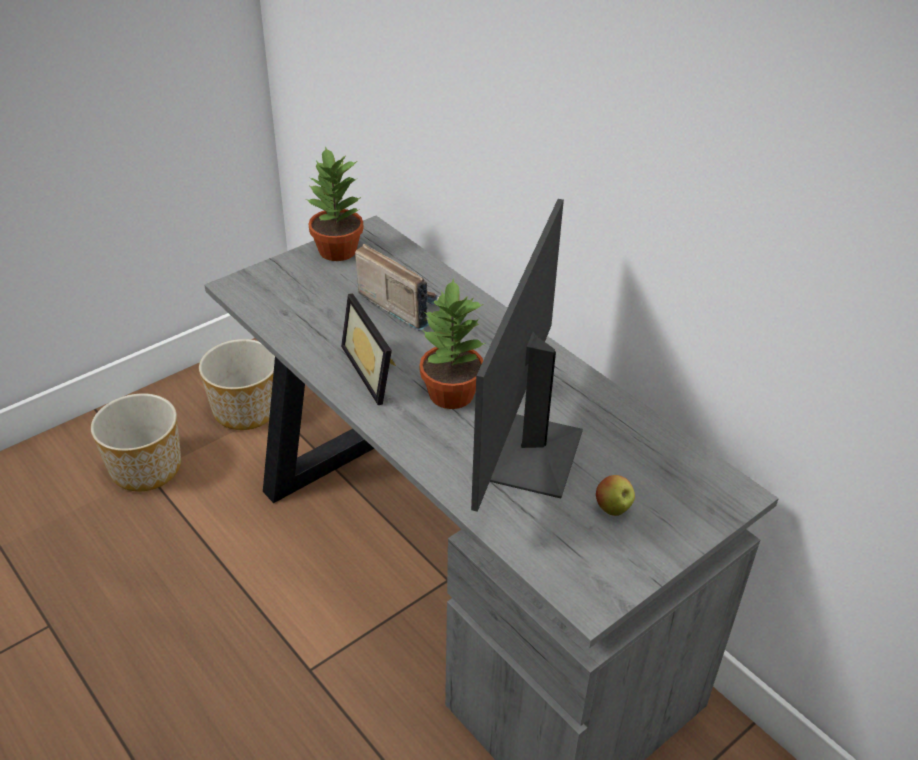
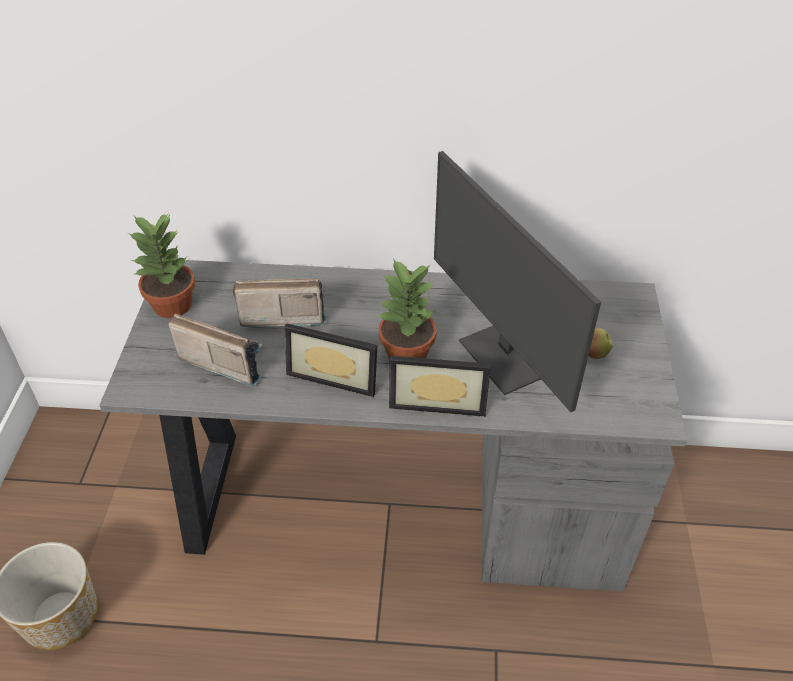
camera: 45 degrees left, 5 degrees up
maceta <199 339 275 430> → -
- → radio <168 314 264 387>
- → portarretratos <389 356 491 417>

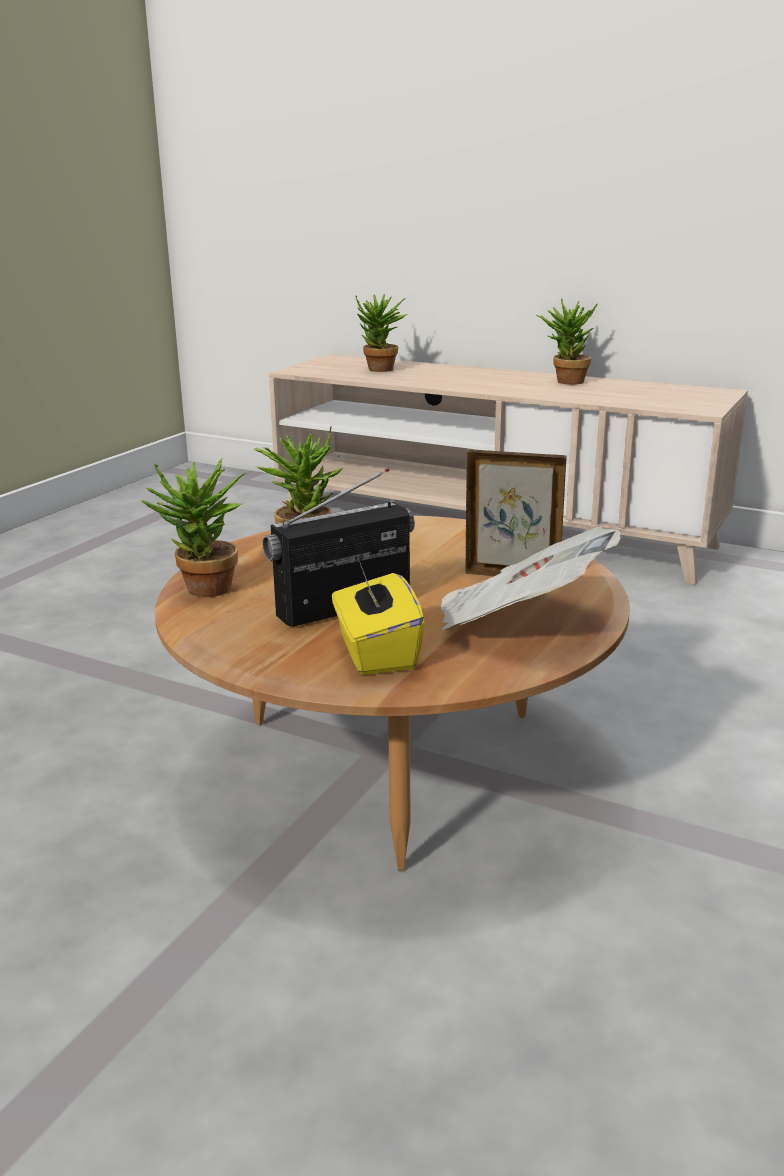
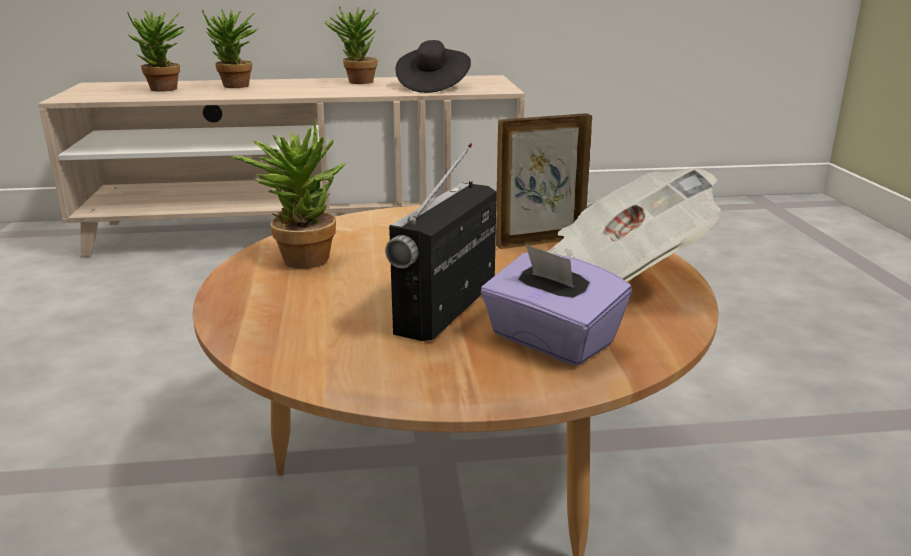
camera: 35 degrees left, 0 degrees up
planta en maceta <141 457 246 597> → planta en maceta <202 9 258 88>, shifted
caja de pañuelos/amarillo <332 563 425 675> → caja de pañuelos/morado <480 243 632 366>
- → sombrero/negro <396 40 471 93>

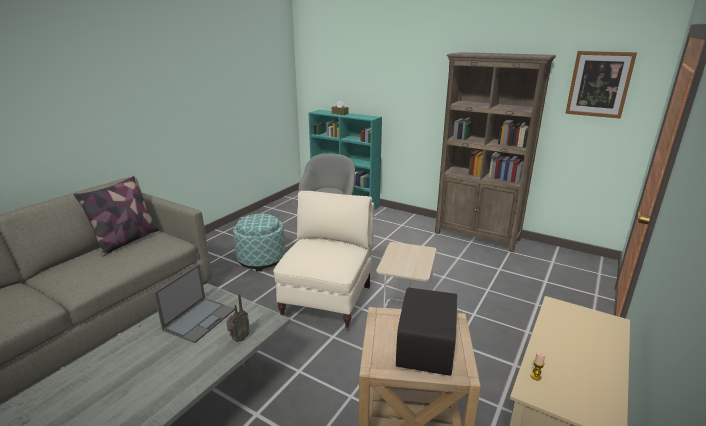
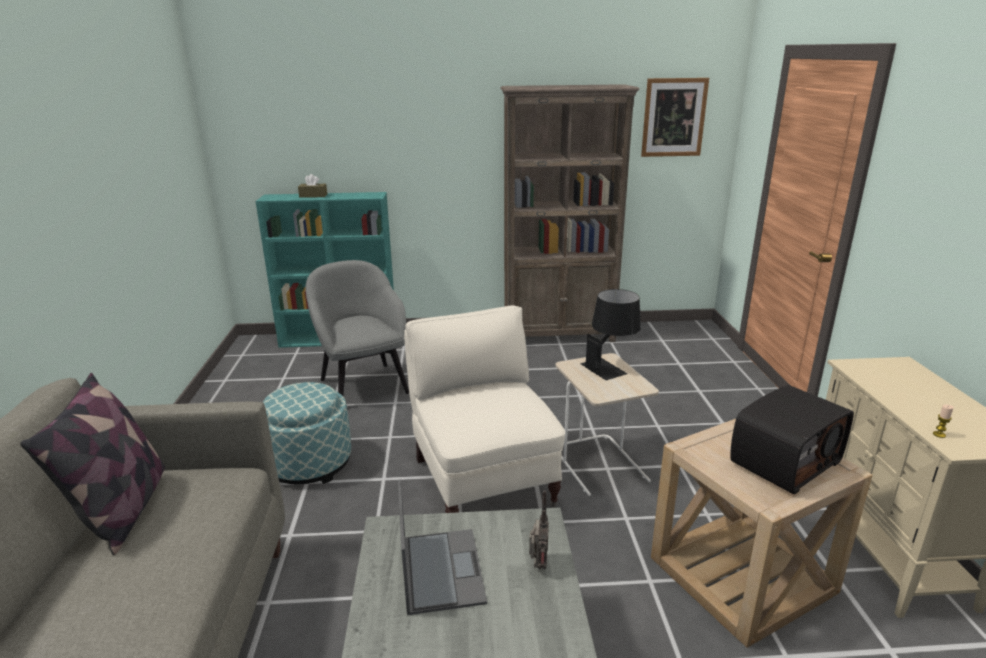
camera: 35 degrees left, 0 degrees up
radio <396 287 457 376> → radio <730 385 854 494>, 105 degrees counterclockwise
- → lámpara de mesa/negro <580 289 641 380>

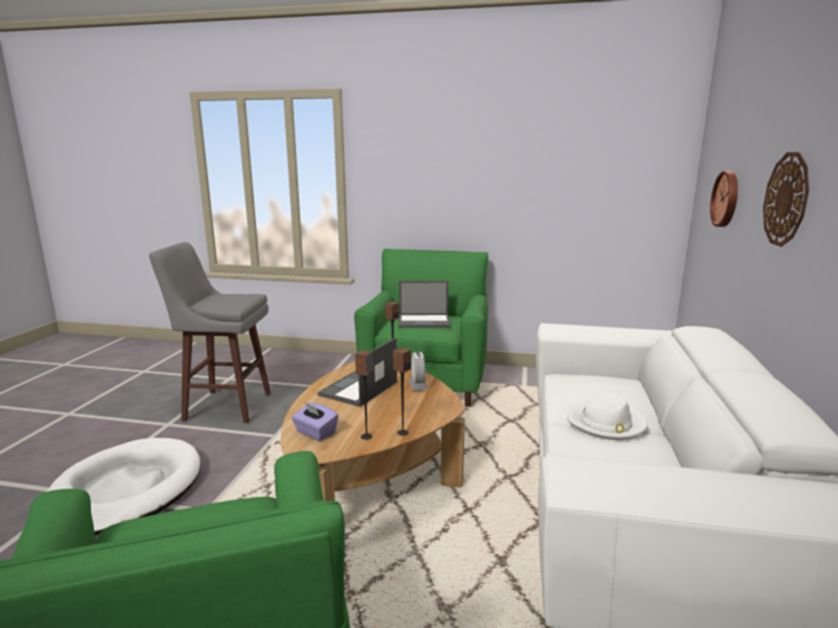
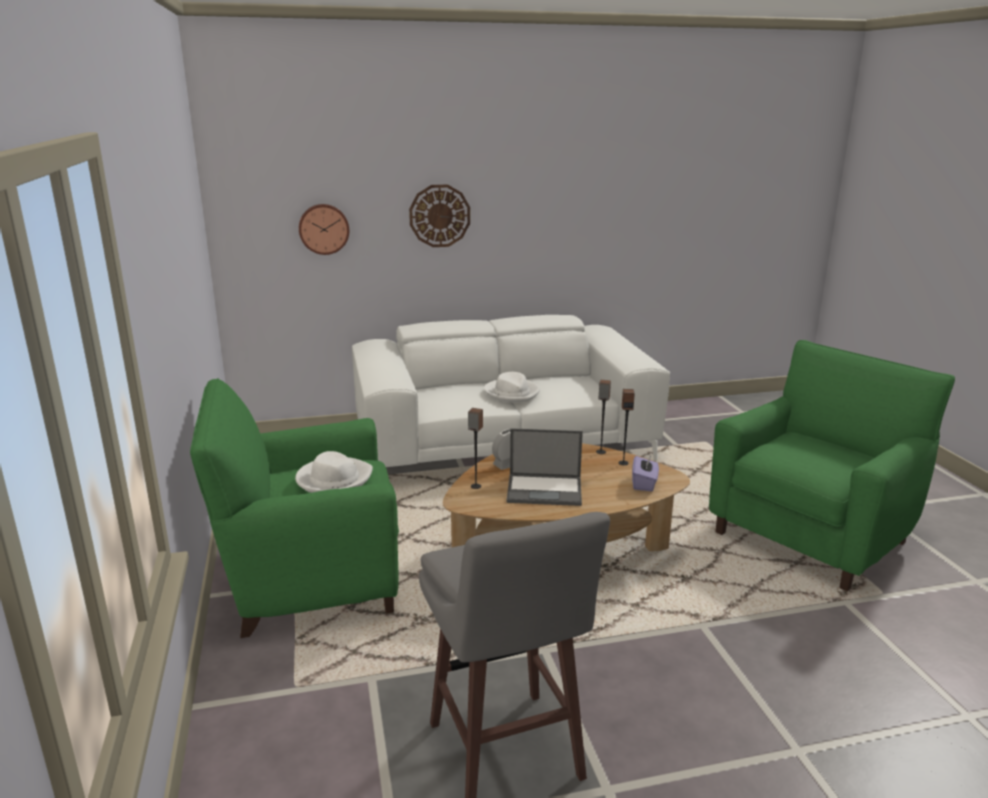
camera: 115 degrees left, 5 degrees up
cama para perro/blanco <47 438 200 535> → -
portátil <398 281 450 328> → sombrero/blanco <295 451 373 493>

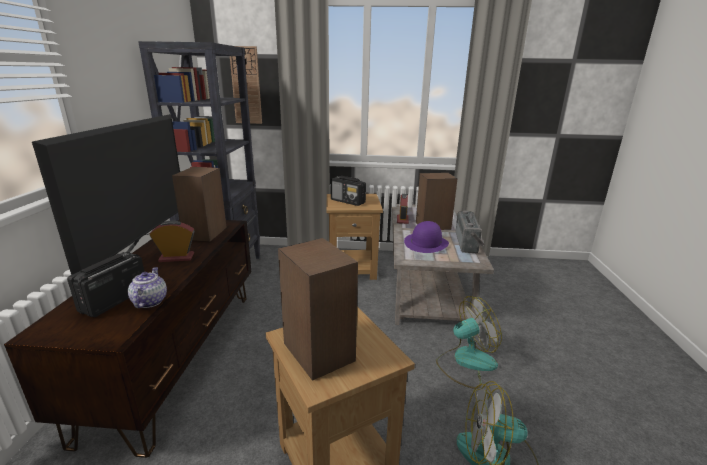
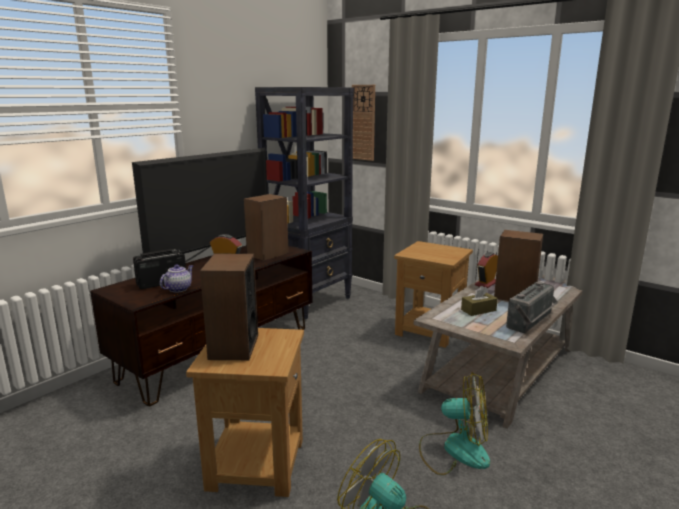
camera: 35 degrees right, 5 degrees down
radio <331 176 366 206> → -
sombrero/morado <404 221 449 253> → caja de pañuelos/marrón <461 286 498 316>

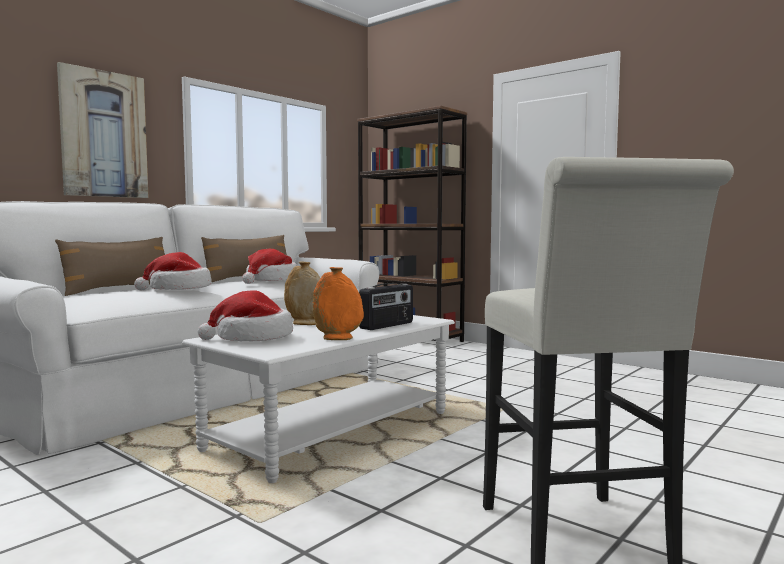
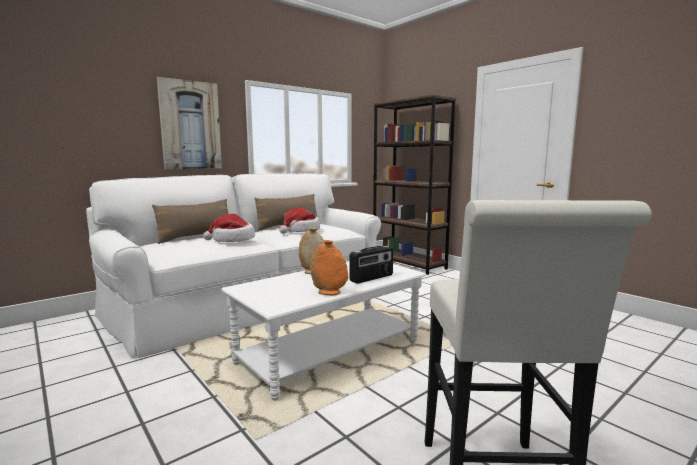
camera: 10 degrees right, 5 degrees up
sombrero <198 290 293 341> → -

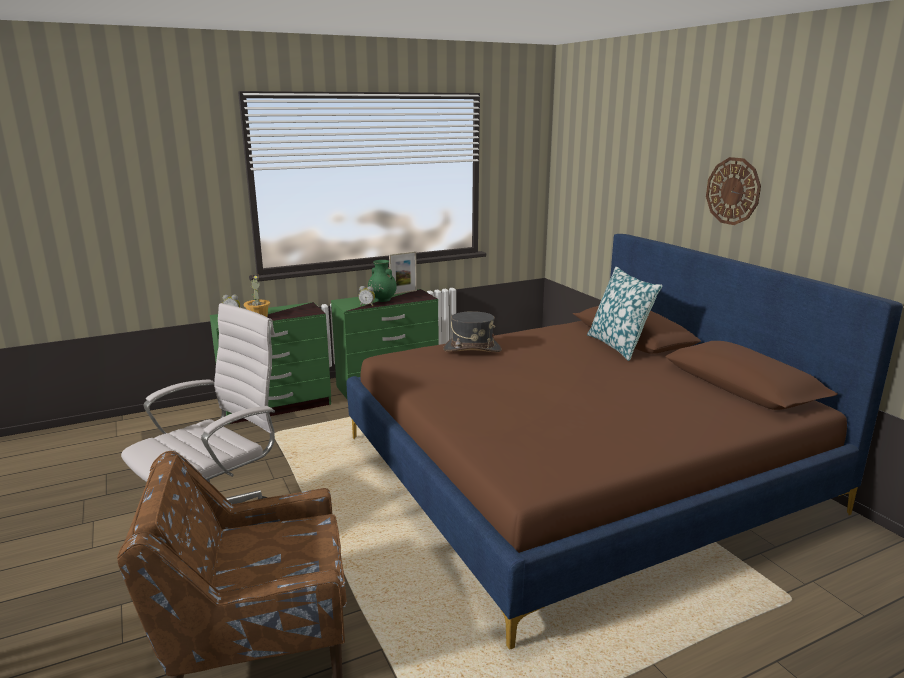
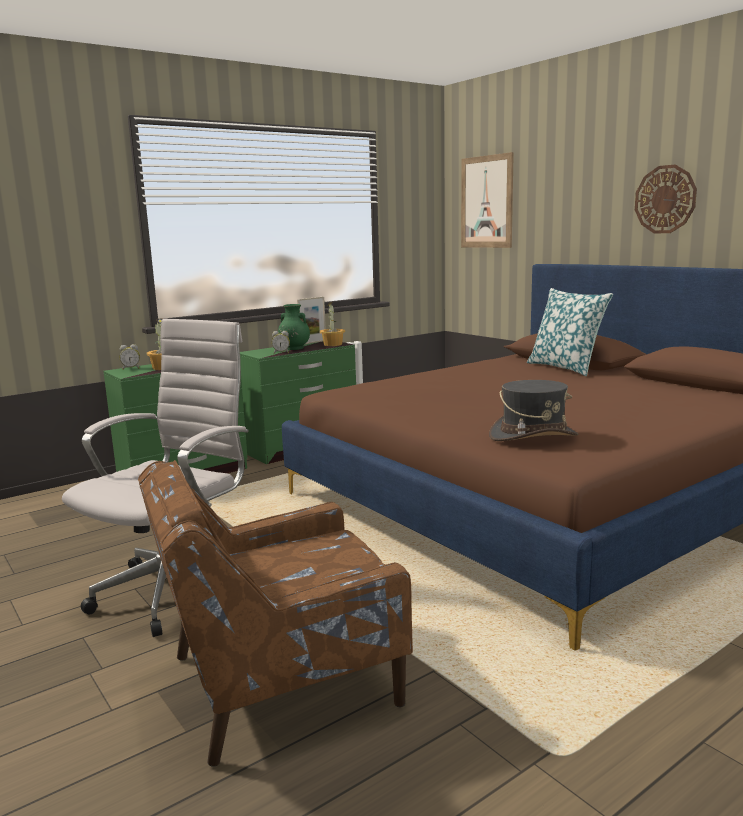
camera: 10 degrees left, 5 degrees down
sombrero/gris <443 311 502 352> → sombrero/gris <489 380 578 441>, shifted
- → planta en maceta <320 302 345 346>
- → cuadro <461 152 514 248>

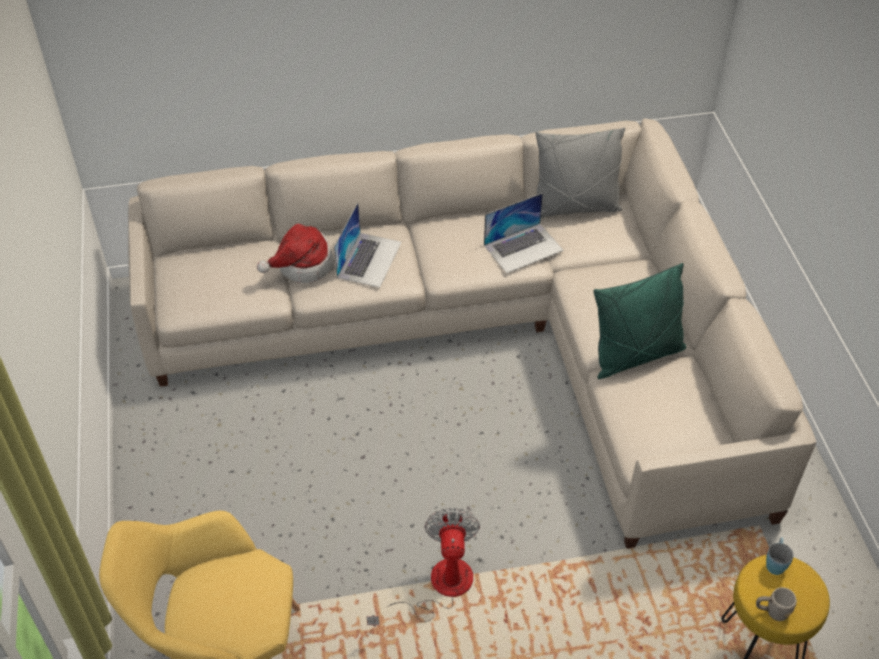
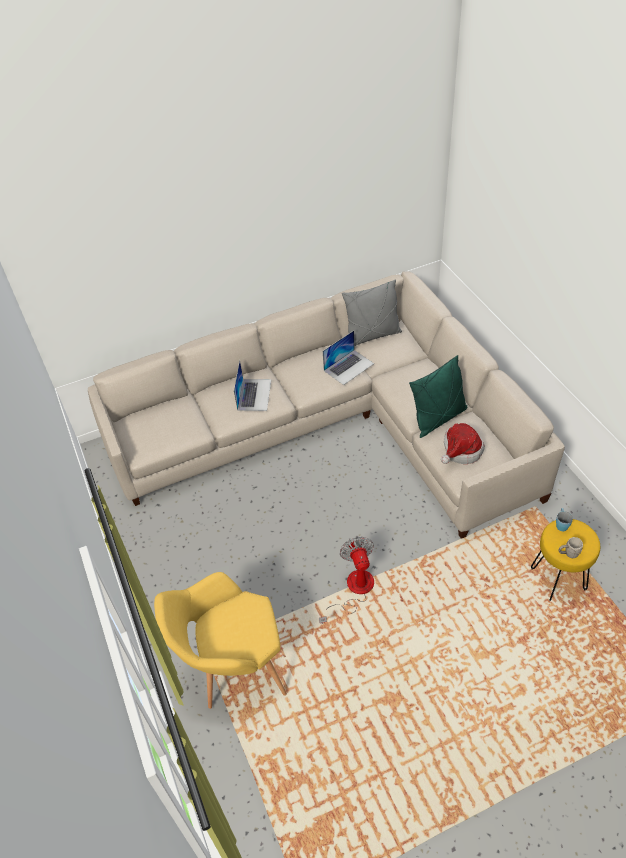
camera: 10 degrees left, 0 degrees up
sombrero <257 224 335 283> → sombrero <441 423 485 464>, shifted

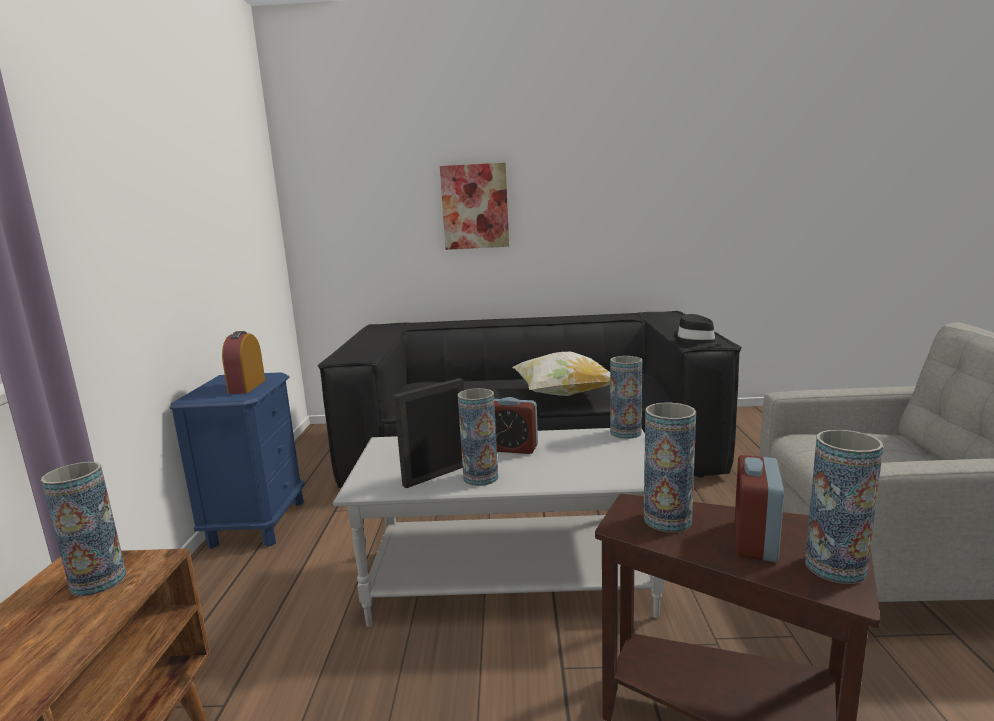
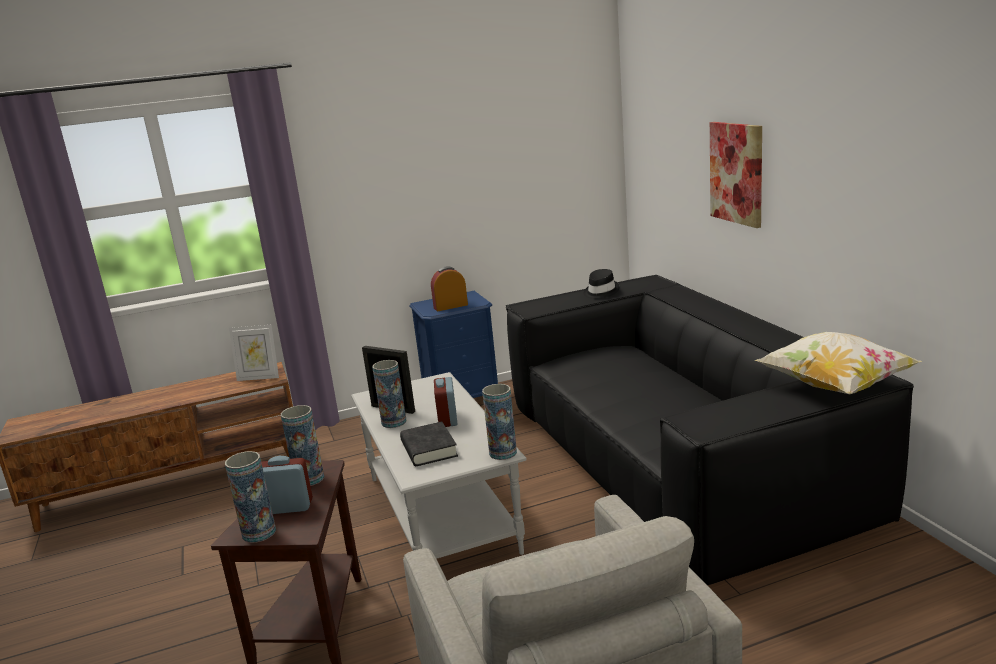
camera: 70 degrees right, 5 degrees up
florero <41 462 126 596> → portarretratos <229 325 279 381>
cojín <512 352 610 396> → cojín <754 332 922 394>, shifted
sombrero/negro <673 314 721 346> → sombrero/negro <584 269 620 299>, shifted
- → libro/negro <400 421 458 466>

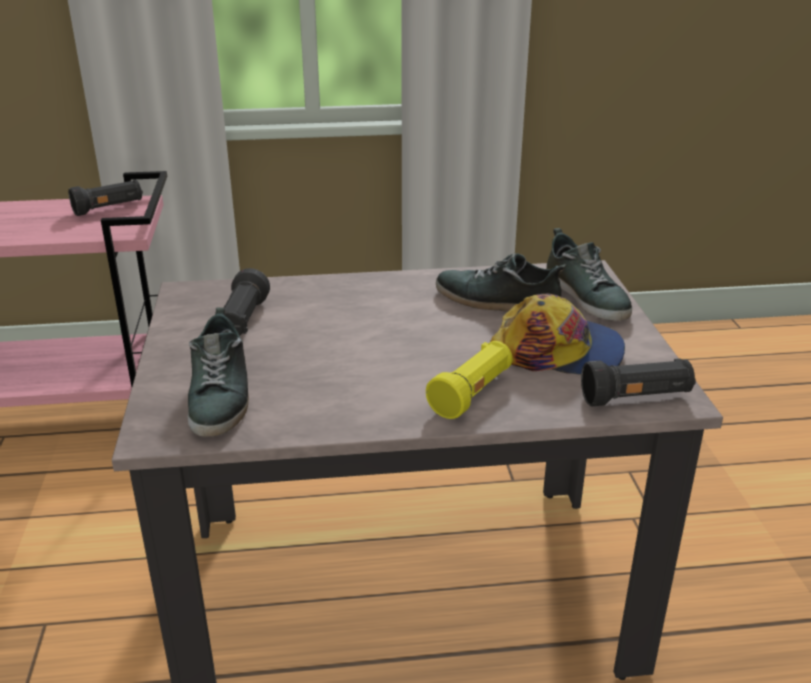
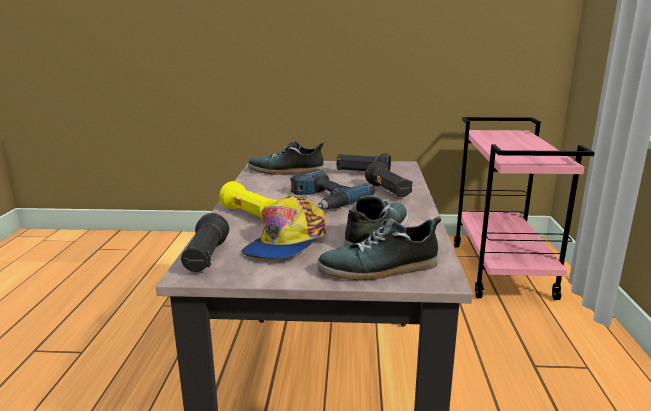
camera: 100 degrees right, 10 degrees down
linterna/negro <68 180 143 216> → linterna/negro <365 162 412 197>, shifted
- → taladro <290 169 375 210>

